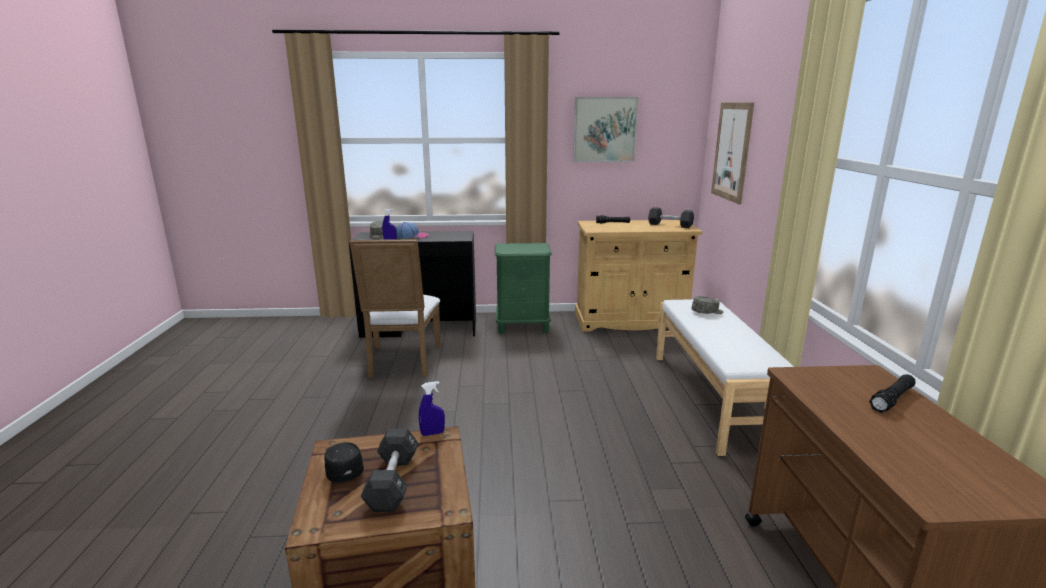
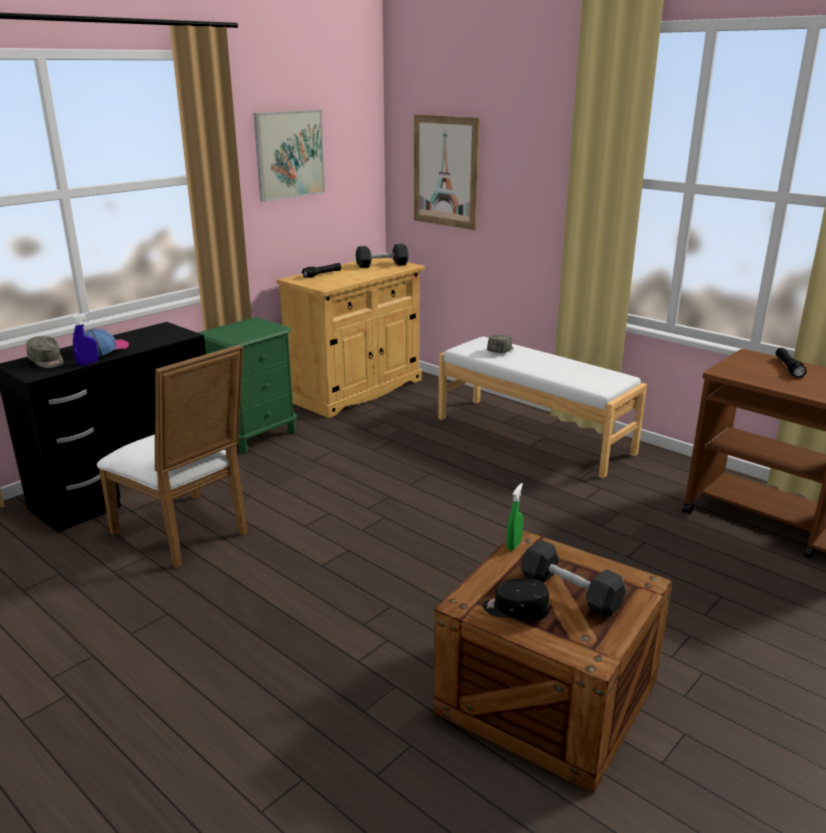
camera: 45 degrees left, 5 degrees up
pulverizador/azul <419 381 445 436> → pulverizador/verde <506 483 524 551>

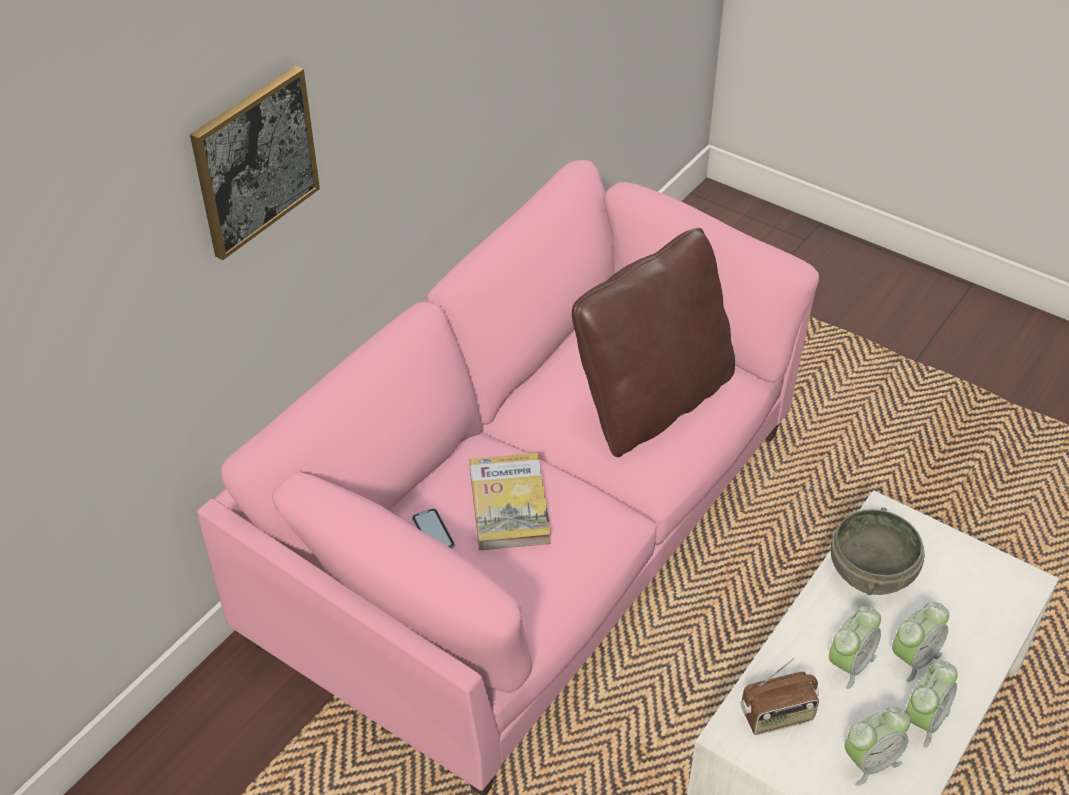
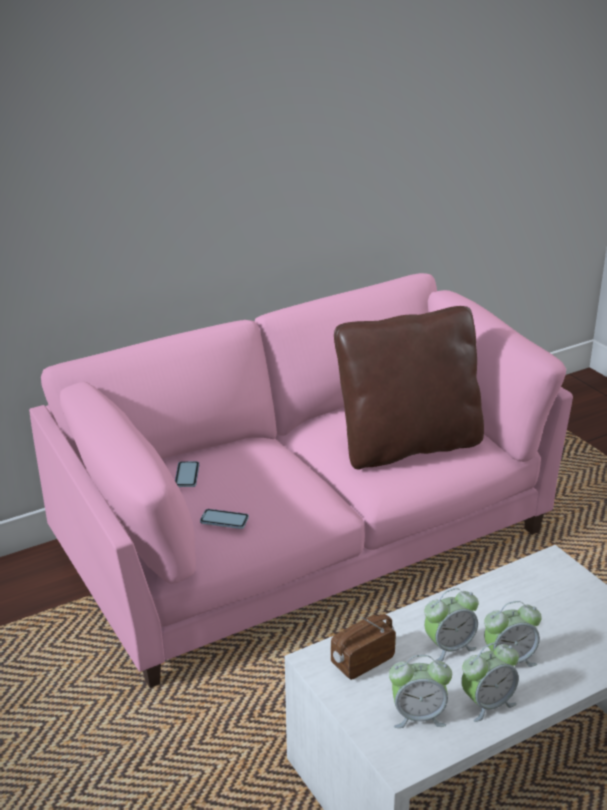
camera: 25 degrees right, 15 degrees down
cuadro <190 66 320 260> → -
libro <469 453 551 550> → -
radio <741 658 819 735> → radio <331 614 396 680>, 135 degrees clockwise
cuenco/gris <831 508 925 595> → -
- → móvil <200 509 249 529>

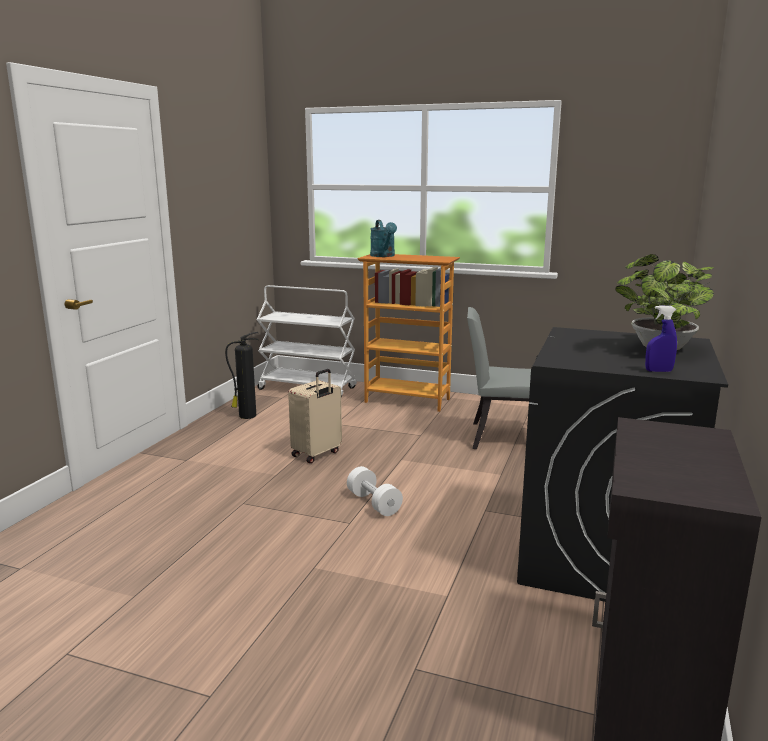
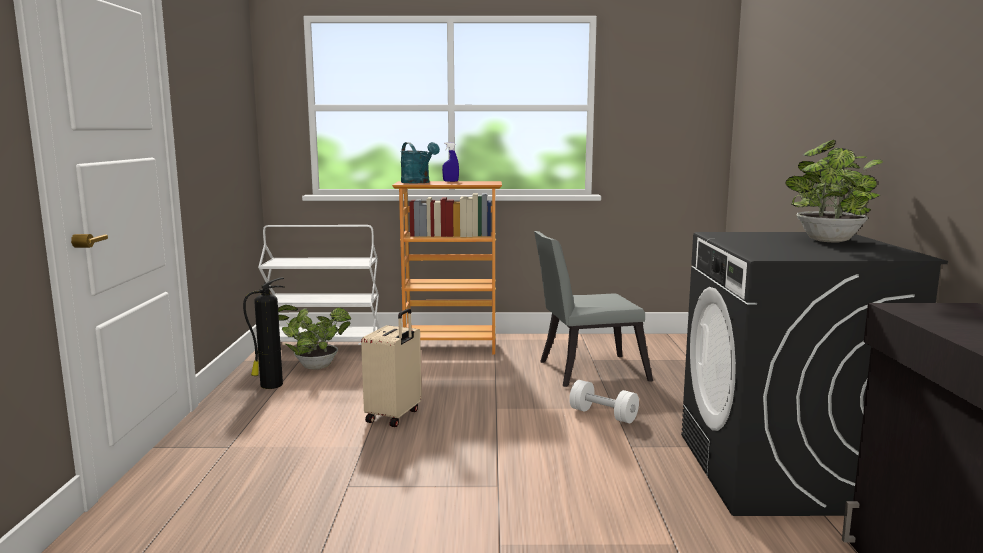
camera: 20 degrees left, 5 degrees down
mancuerna/blanco <347 466 403 516> → mancuerna/blanco <569 380 639 423>, shifted
pulverizador/azul <645 305 677 372> → pulverizador/azul <442 142 459 182>, shifted
- → planta en maceta <278 305 351 370>

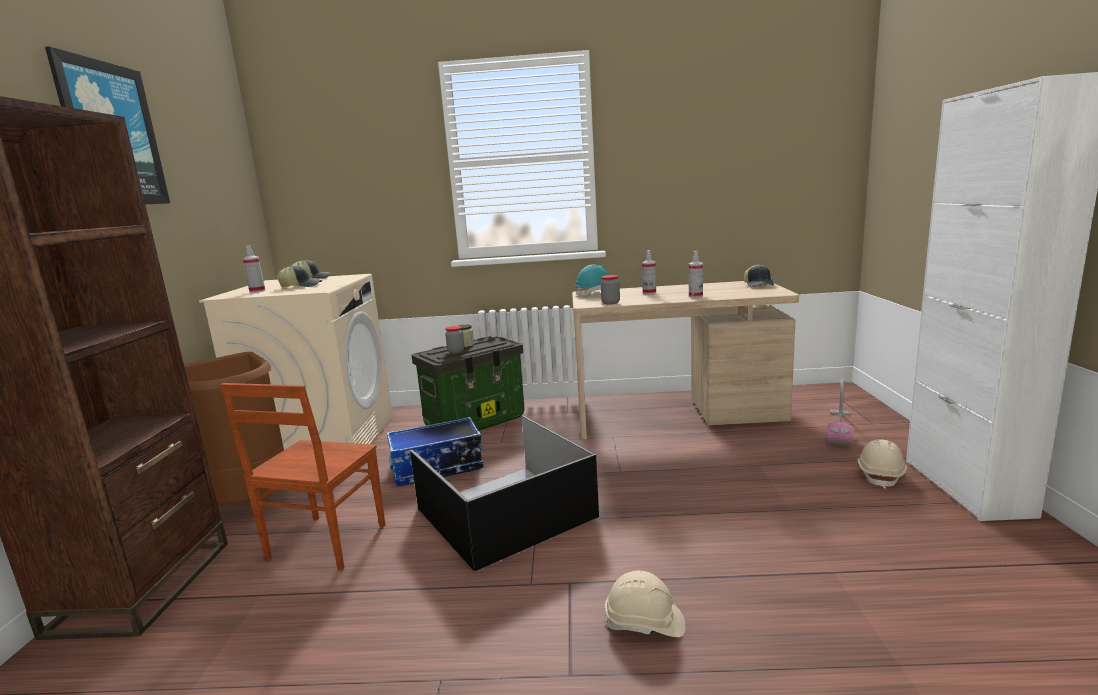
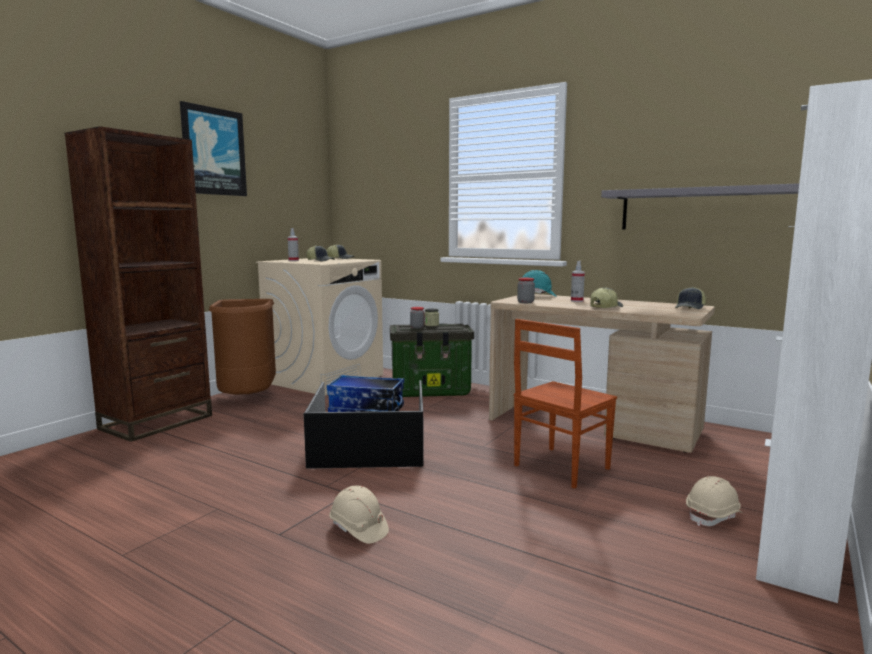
camera: 30 degrees right, 5 degrees down
silla/marrón <221 383 385 571> → silla/marrón <514 319 617 489>, shifted
pulverizador <689 251 703 298> → gorra <590 287 623 308>
aspiradora <826 379 853 446> → -
- → estante/gris <601 183 799 229>

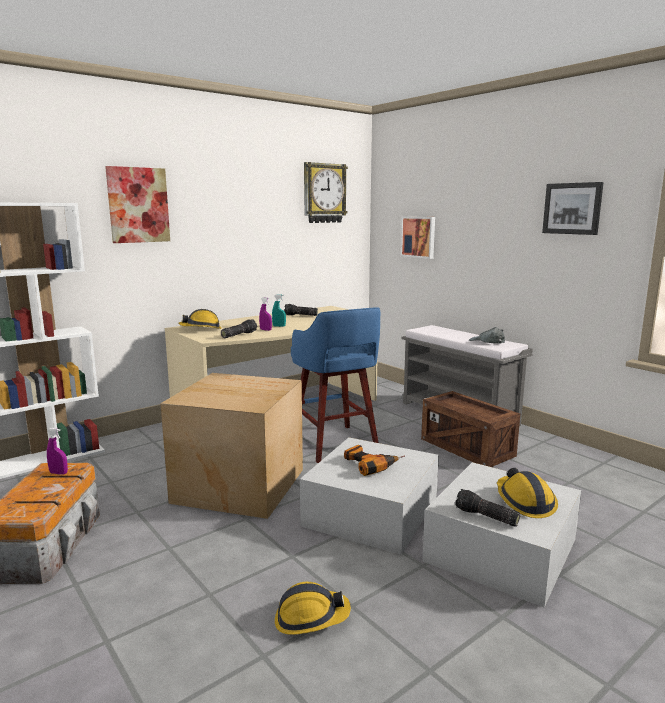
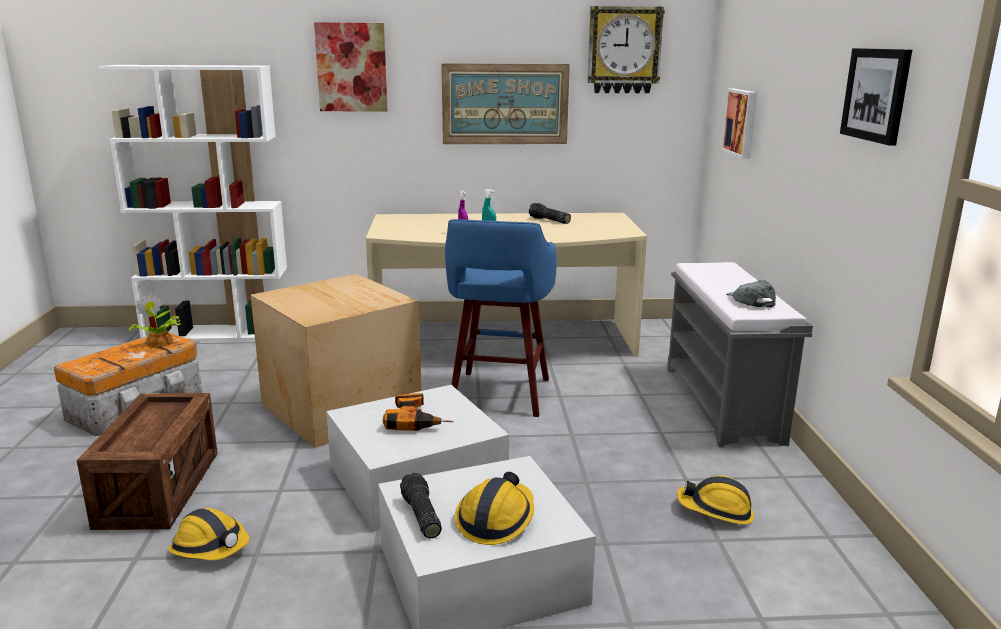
camera: 35 degrees right, 5 degrees up
pulverizador/morado <47 428 68 475> → planta en maceta <128 293 181 347>
casco <178 309 221 329> → casco <677 475 754 525>, shifted
linterna <221 319 257 338> → -
caja de embalaje <421 391 520 467> → caja de embalaje <77 393 218 530>, shifted
- → cuadro <441 63 570 144>

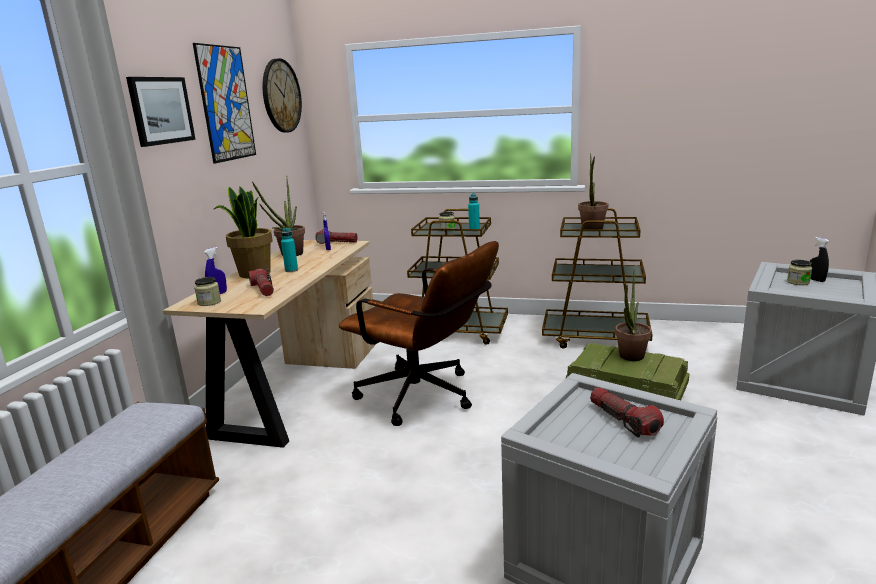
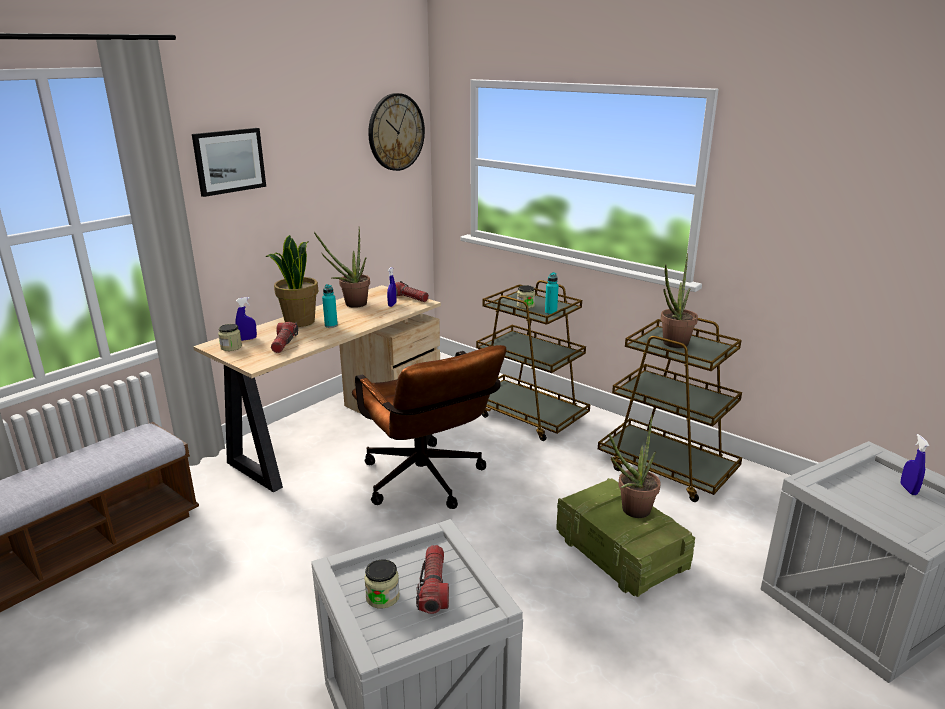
camera: 25 degrees right, 5 degrees up
cuadro <193 43 256 164> → -
tarro <787 260 812 285> → tarro <364 560 400 609>, shifted
pulverizador/negro <810 237 829 282> → pulverizador/azul <900 434 929 495>

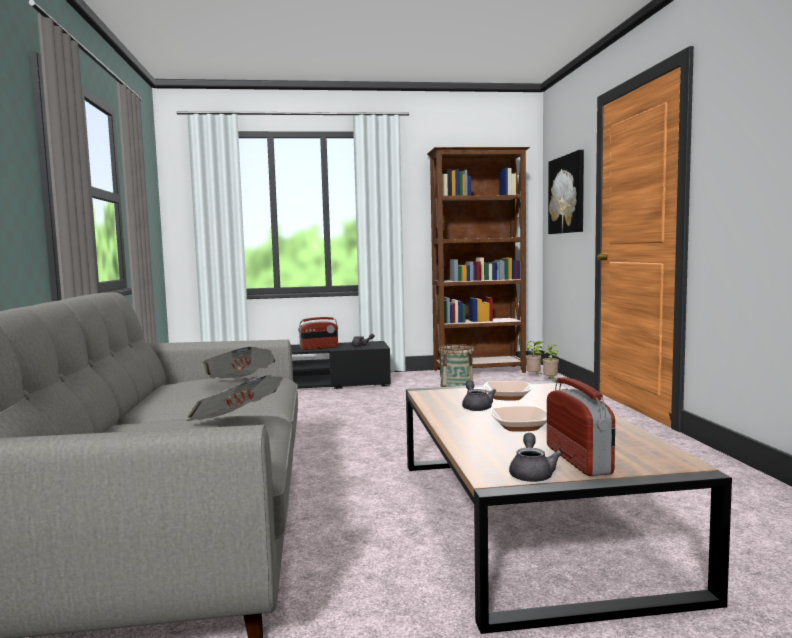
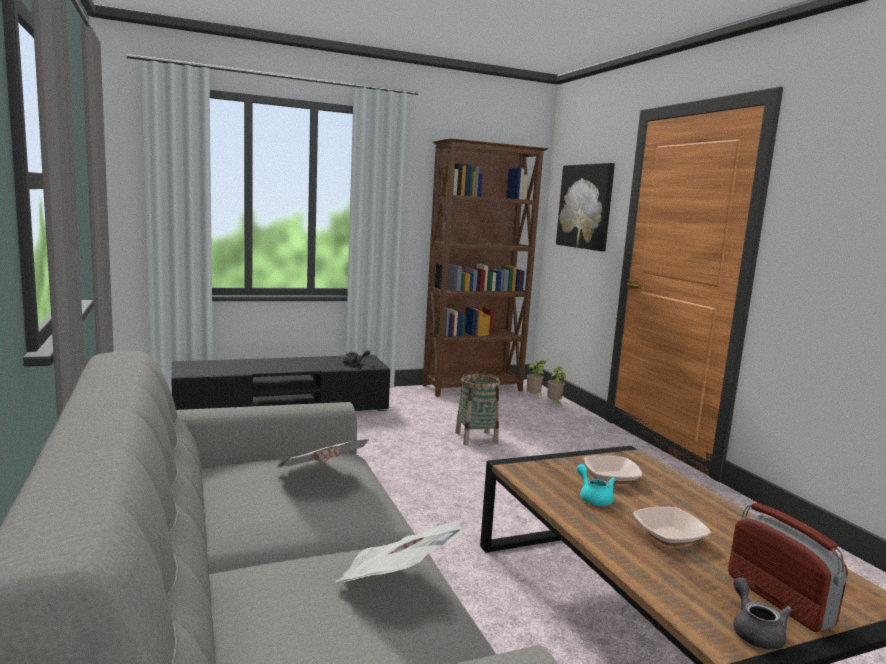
camera: 15 degrees left, 5 degrees up
radio <298 317 338 350> → -
tetera/gris <462 380 496 411> → tetera/turquesa <577 464 616 506>

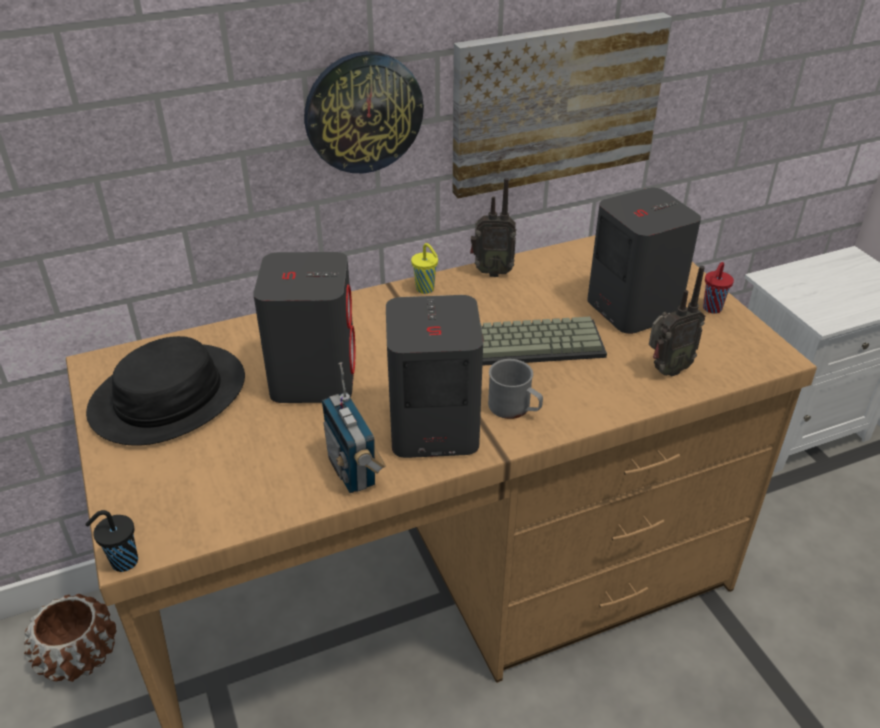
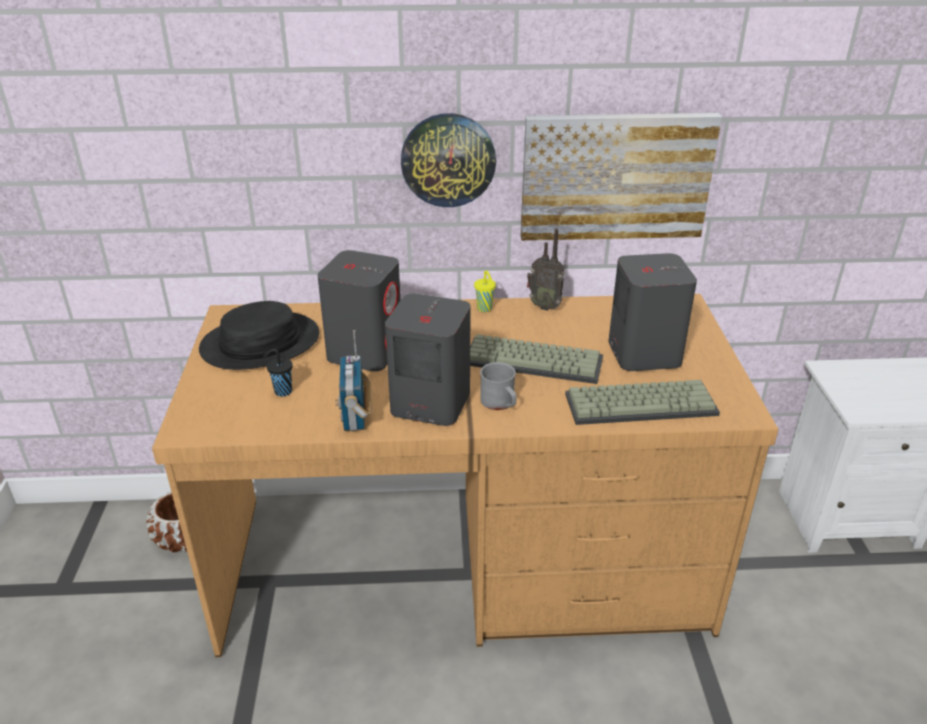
camera: 20 degrees right, 5 degrees down
taza/negro <86 510 138 572> → taza/negro <263 349 293 397>, shifted
radio <649 266 705 377> → teclado <565 380 720 425>
taza/rojo <703 262 734 314> → -

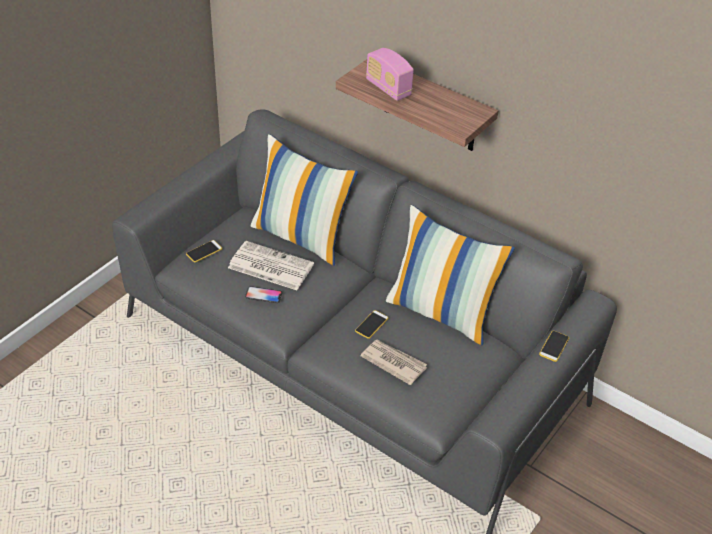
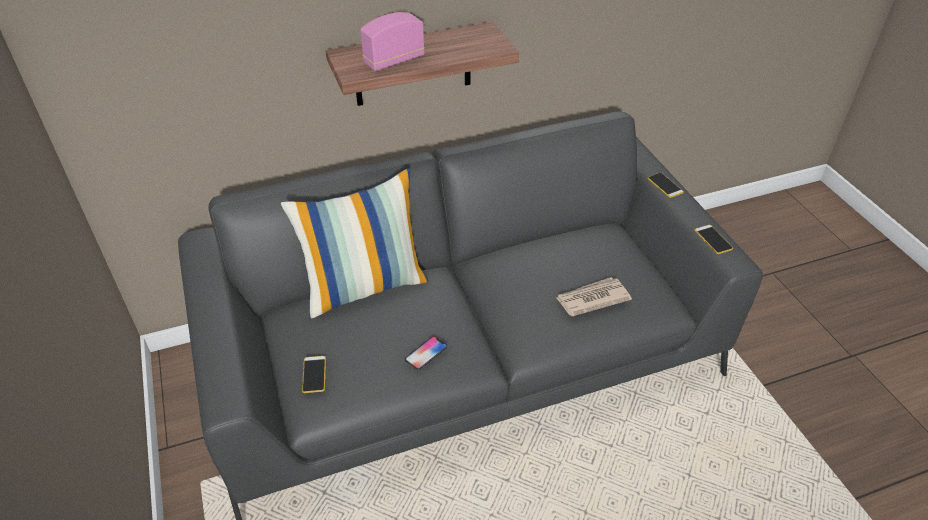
camera: 55 degrees left, 0 degrees up
periódico <228 241 314 290> → -
móvil <355 310 389 339> → móvil <694 225 733 254>, shifted
radio <366 48 414 101> → radio <360 12 425 71>, 150 degrees clockwise
cojín <386 205 515 345> → -

